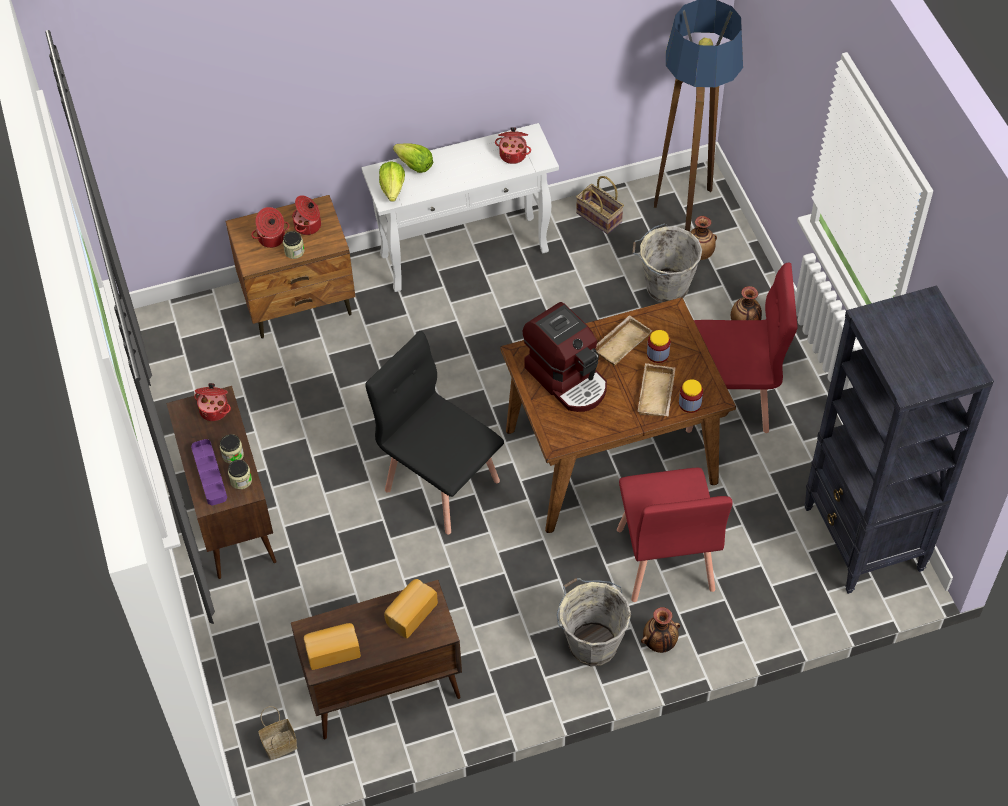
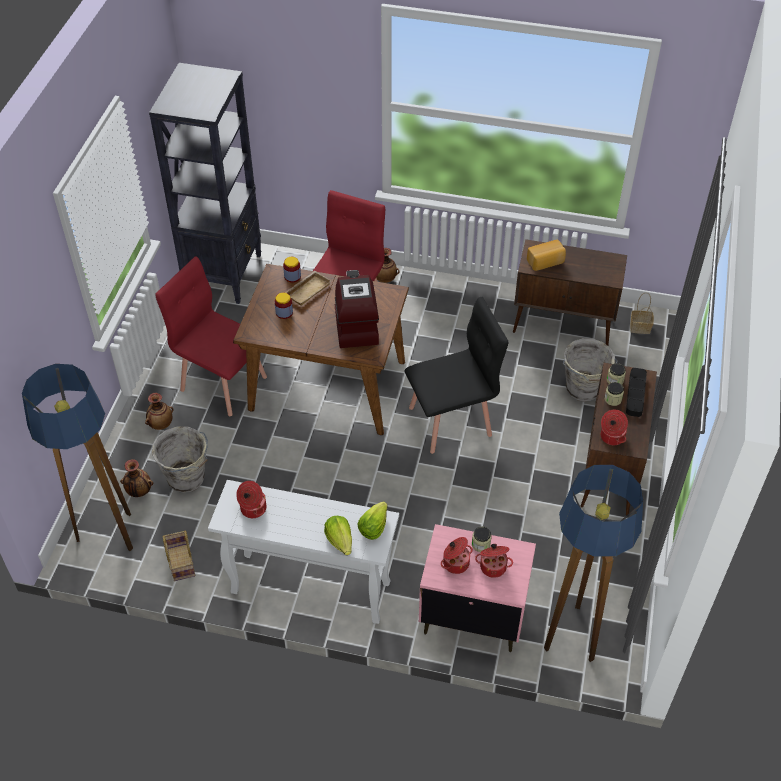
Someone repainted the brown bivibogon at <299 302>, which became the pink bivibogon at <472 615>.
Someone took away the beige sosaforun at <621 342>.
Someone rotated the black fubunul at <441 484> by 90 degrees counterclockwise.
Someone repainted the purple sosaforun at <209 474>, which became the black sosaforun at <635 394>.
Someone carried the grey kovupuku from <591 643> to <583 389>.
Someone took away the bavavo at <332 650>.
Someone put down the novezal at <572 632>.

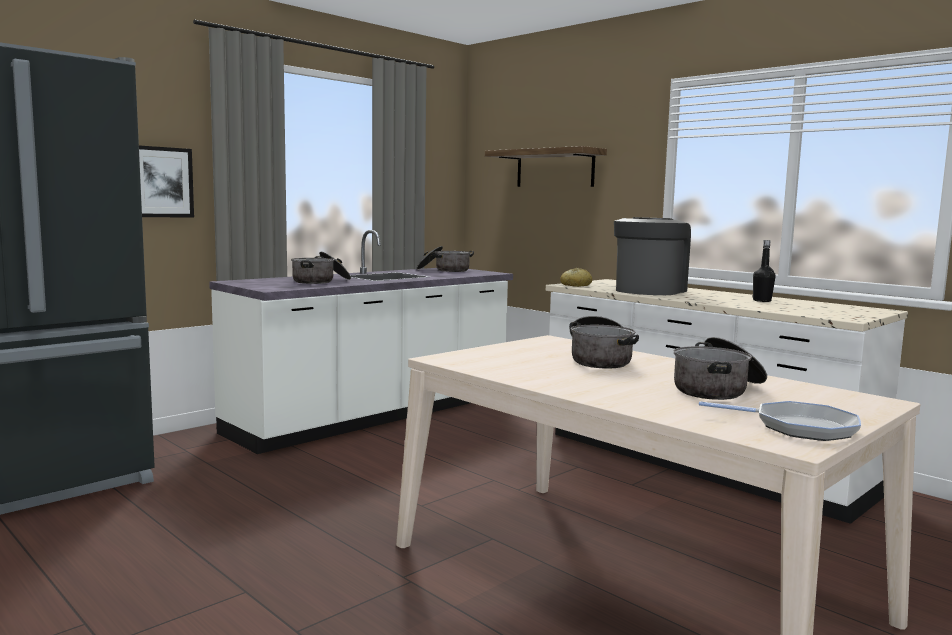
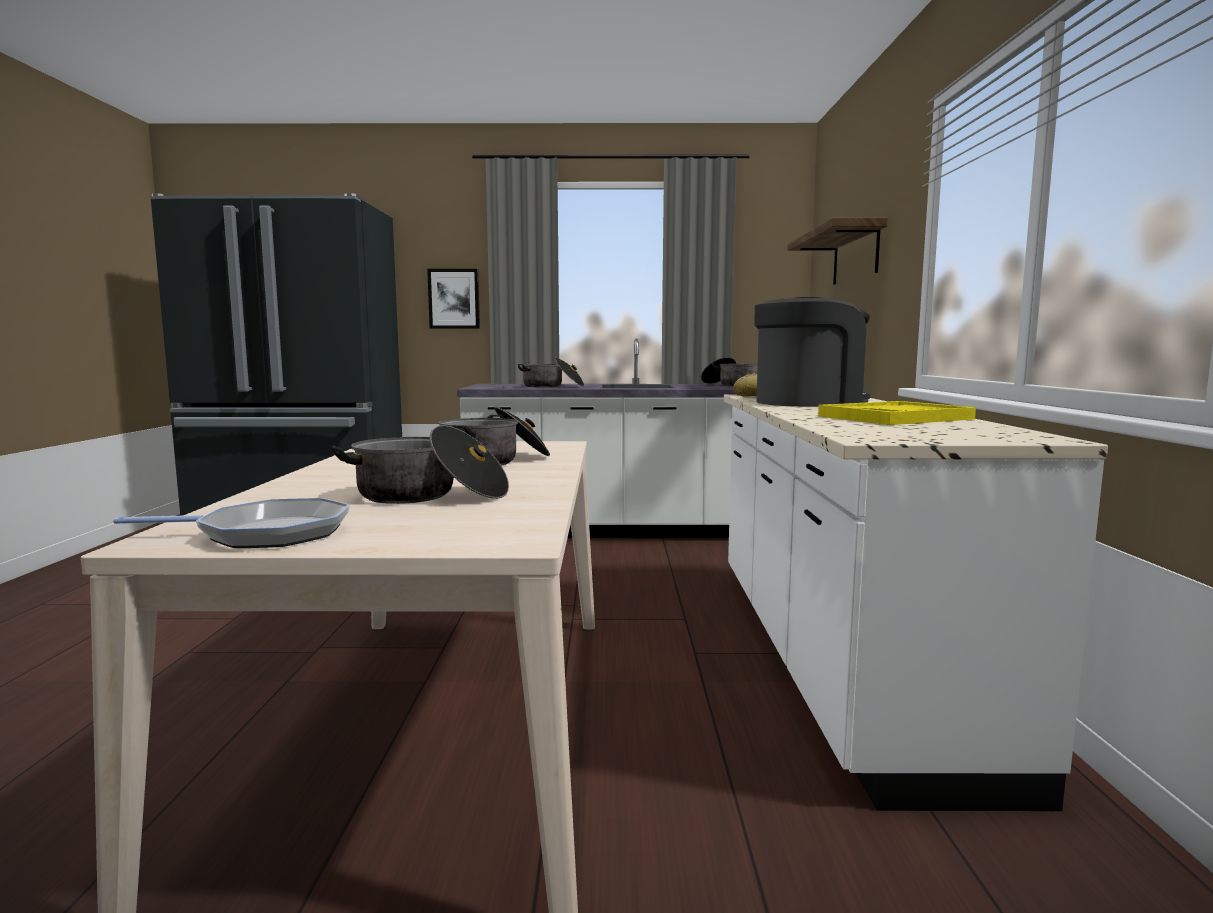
Someone swapped the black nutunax at <762 301> for the yellow sosaforun at <894 417>.
Someone rotated the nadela at <799 427> by 75 degrees counterclockwise.

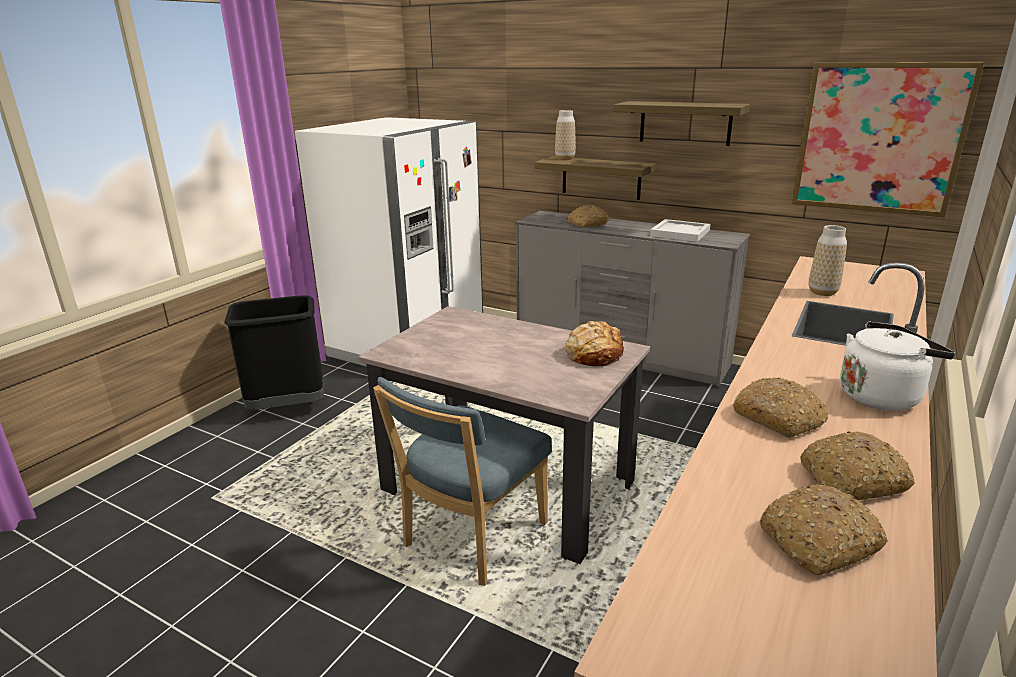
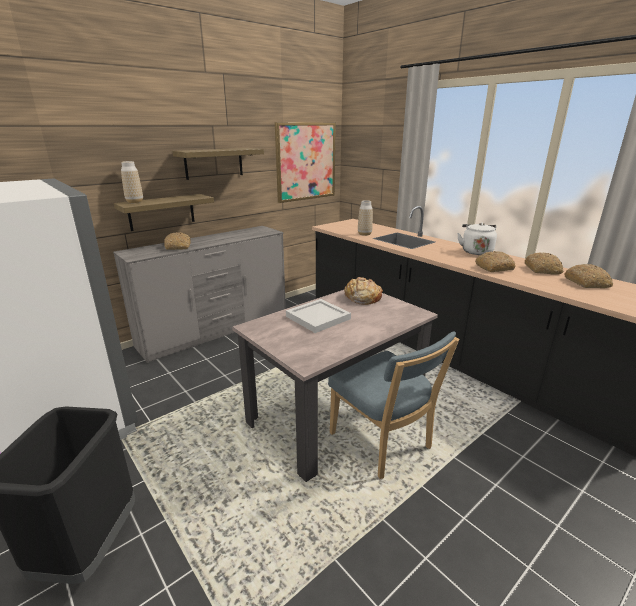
Someone carried the white sosaforun from <679 233> to <317 317>.

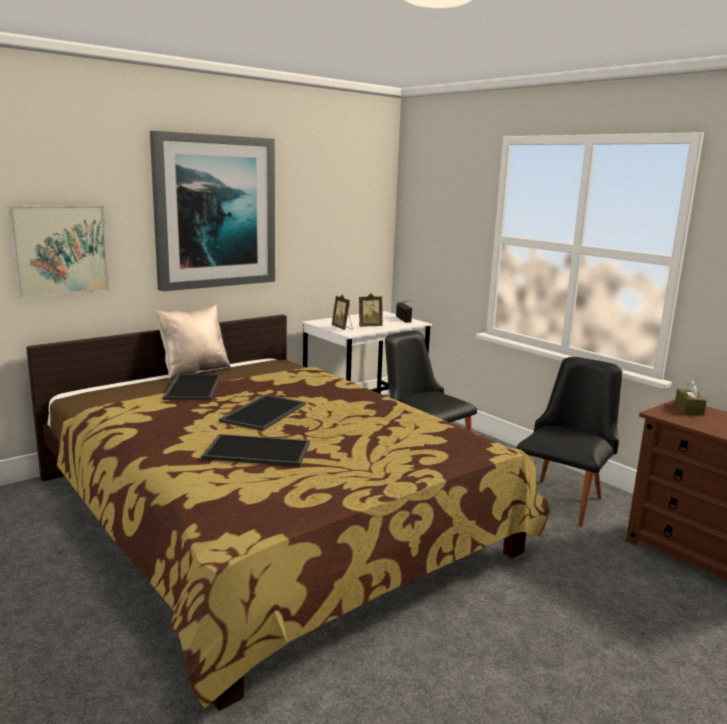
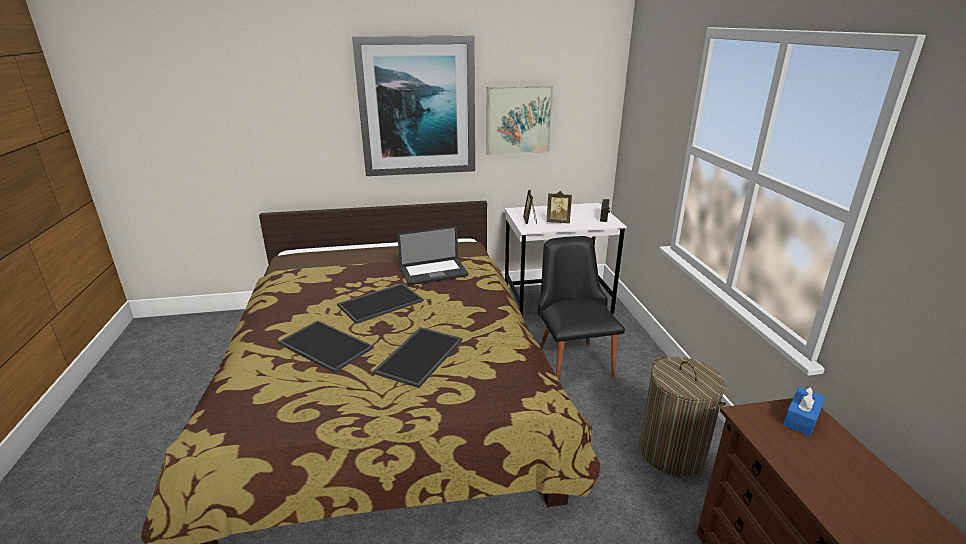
Someone carried the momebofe from <60 250> to <518 120>.
Someone took away the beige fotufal at <194 371>.
Someone swapped the black fubunul at <563 498> for the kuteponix at <672 452>.
Someone carried the sosaforun from <192 387> to <419 355>.
Someone repainted the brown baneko at <688 408>, which became the blue baneko at <801 418>.
Someone put down the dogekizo at <434 273>.

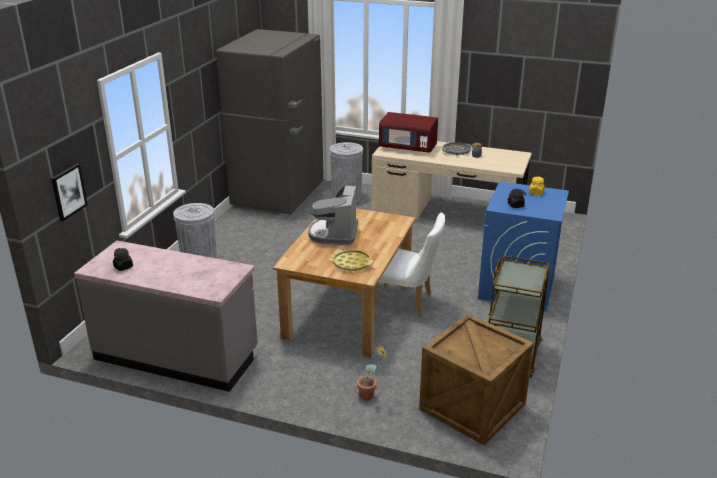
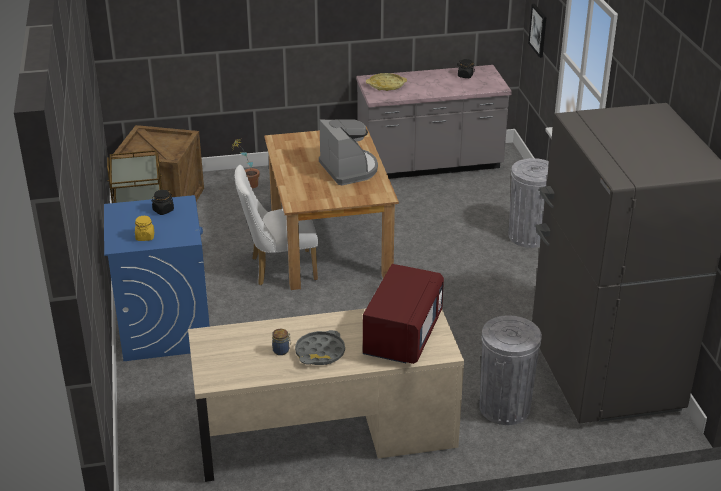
Someone rotated the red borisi at <408 147> by 120 degrees clockwise.
Someone carried the yellow sosaforun from <351 263> to <386 85>.

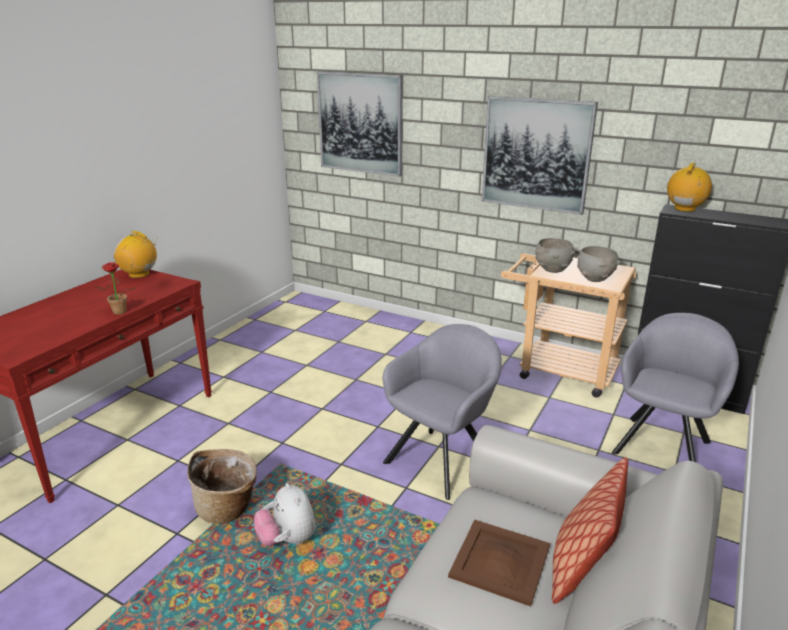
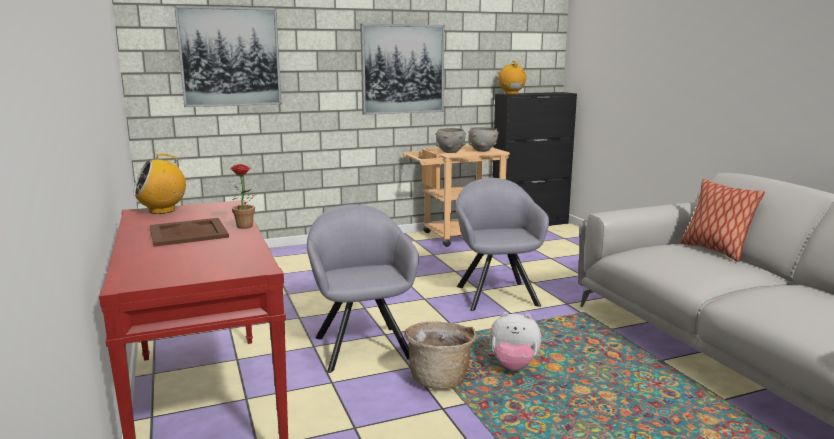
Someone carried the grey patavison from <663 444> to <362 345>.
Someone carried the brown sosaforun from <500 562> to <189 232>.

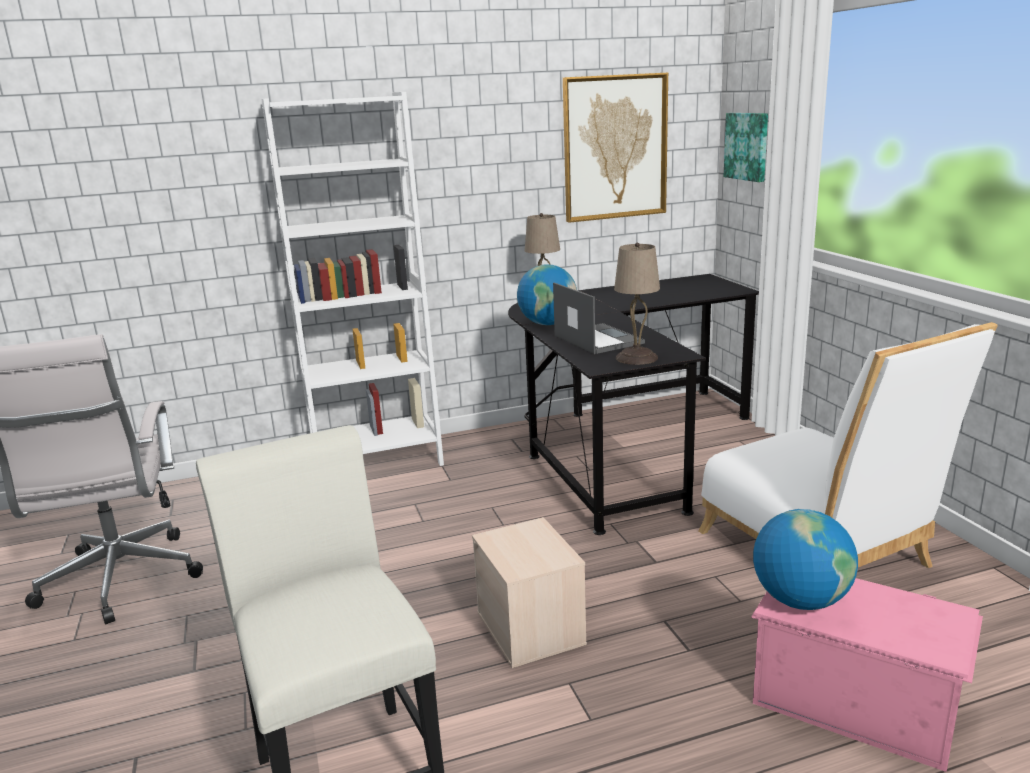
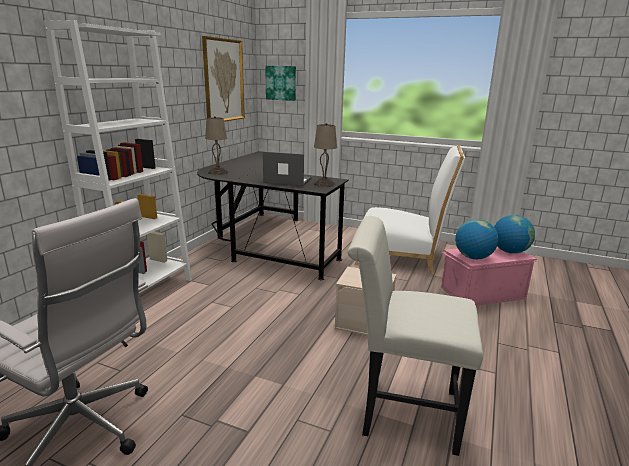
Someone carried the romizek from <548 324> to <509 252>.

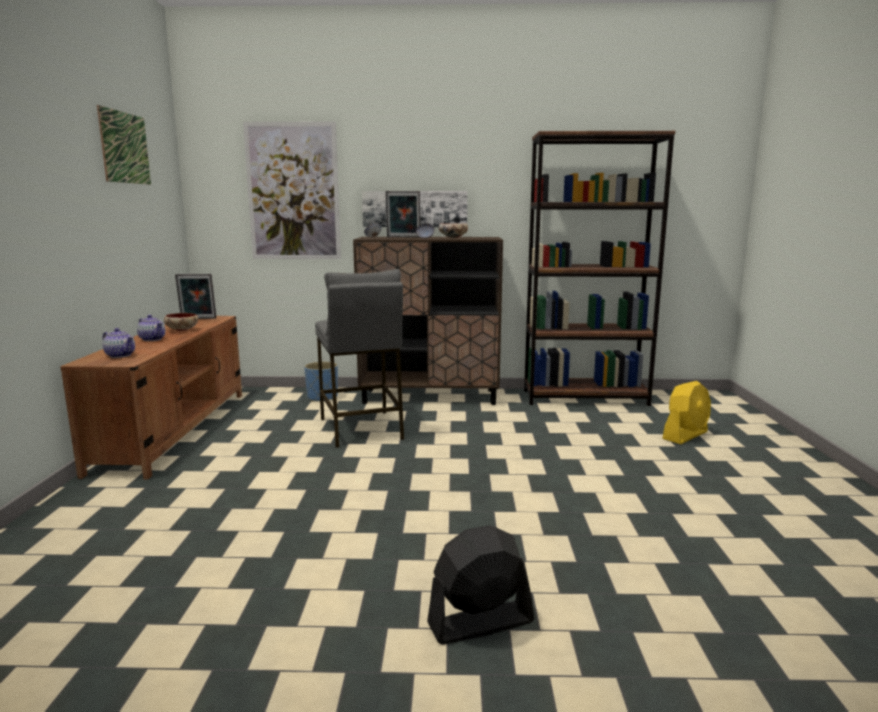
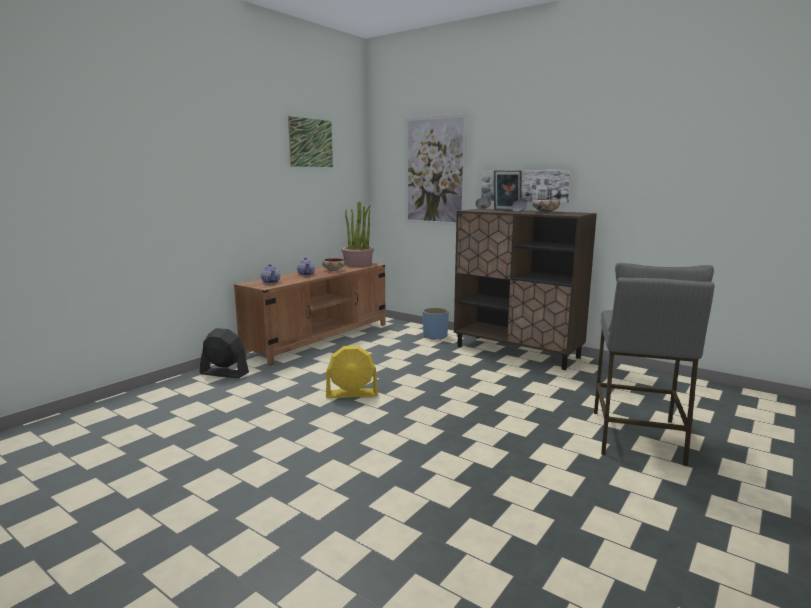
Someone took away the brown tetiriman at <585 398>.
Someone carried the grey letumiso from <361 429> to <636 436>.
Someone swapped the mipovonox at <198 319> for the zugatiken at <358 264>.
Someone carried the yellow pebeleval from <685 435> to <352 394>.
Someone carried the black pebeleval from <480 622> to <224 373>.

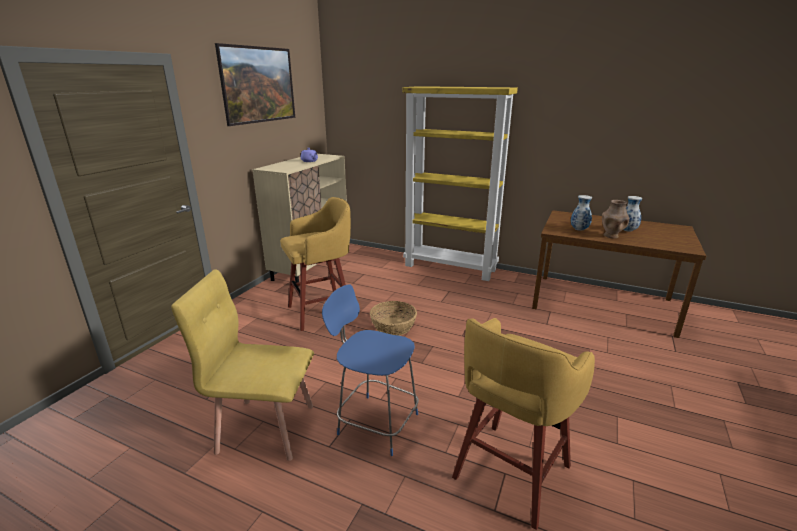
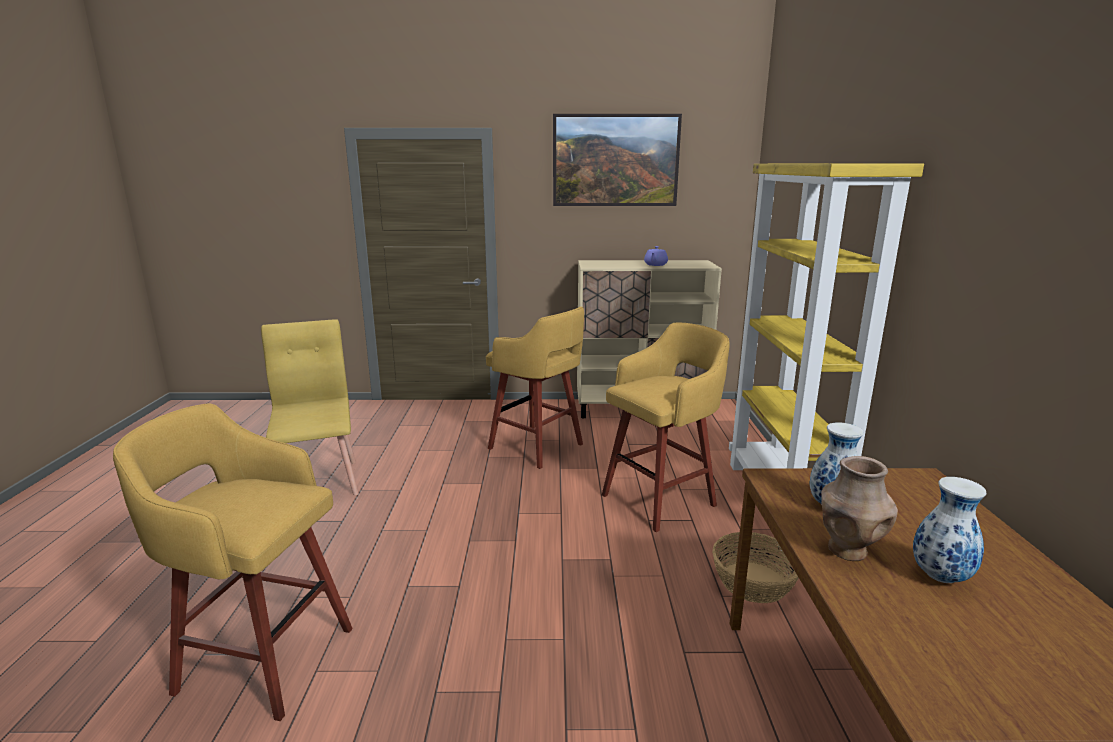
Someone took away the blue fubunul at <375 423>.
Someone carried the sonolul from <393 326> to <754 582>.
Someone put down the yellow letumiso at <661 499>.

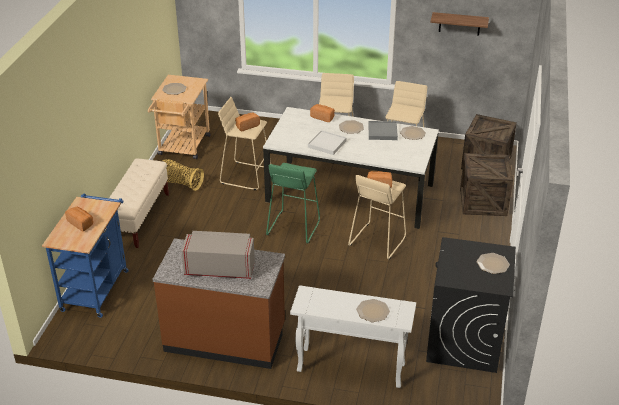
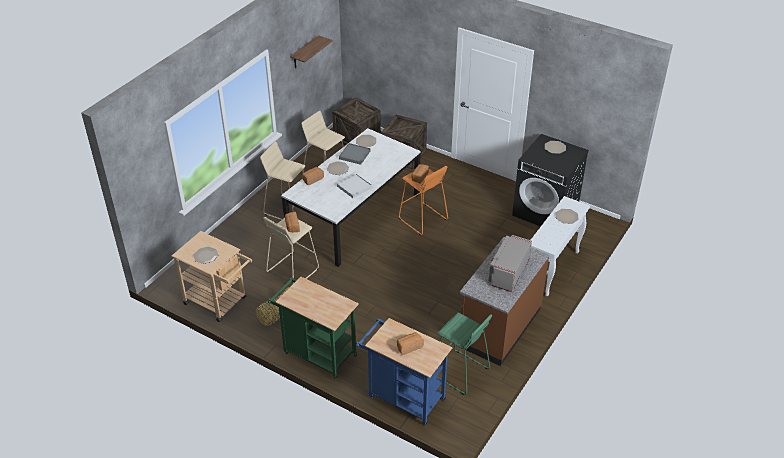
Someone swapped the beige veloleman at <138 218> for the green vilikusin at <316 353>.
Someone carried the green letumiso from <293 227> to <460 372>.
Someone repainted the beige letumiso at <377 241>, which became the orange letumiso at <423 219>.

